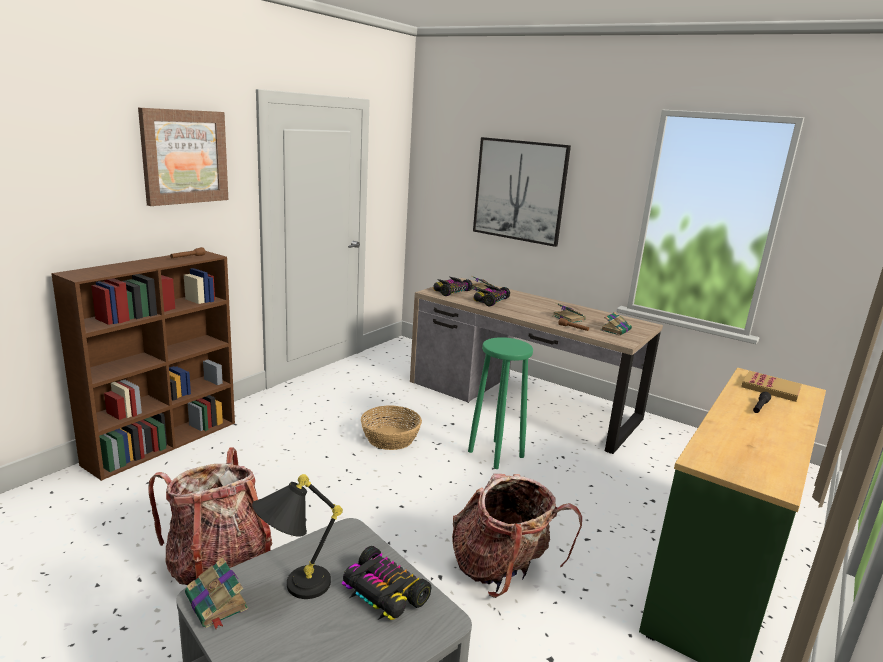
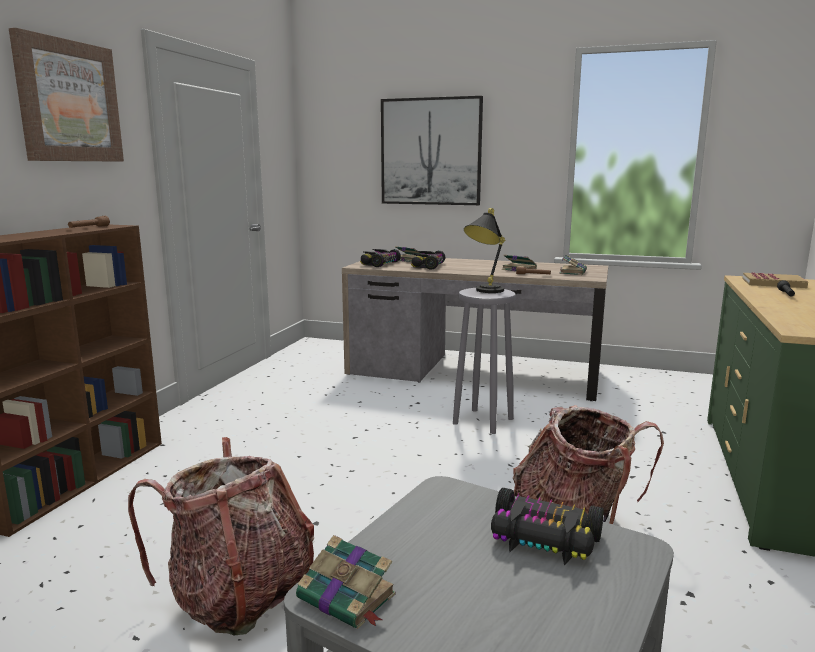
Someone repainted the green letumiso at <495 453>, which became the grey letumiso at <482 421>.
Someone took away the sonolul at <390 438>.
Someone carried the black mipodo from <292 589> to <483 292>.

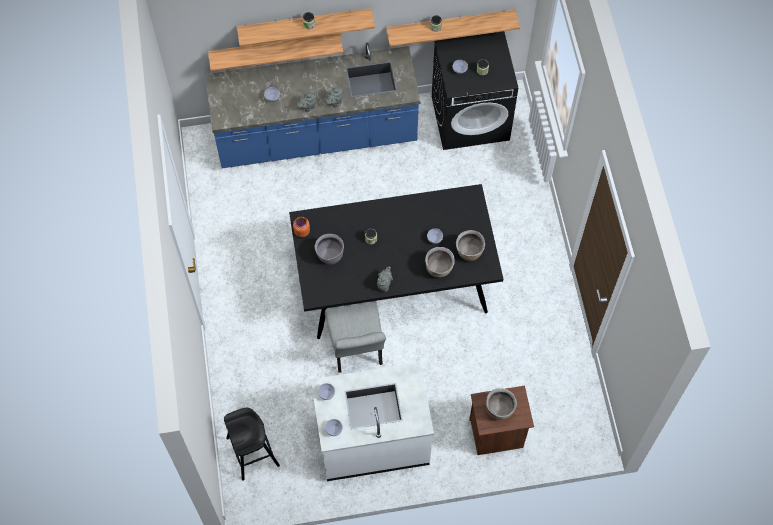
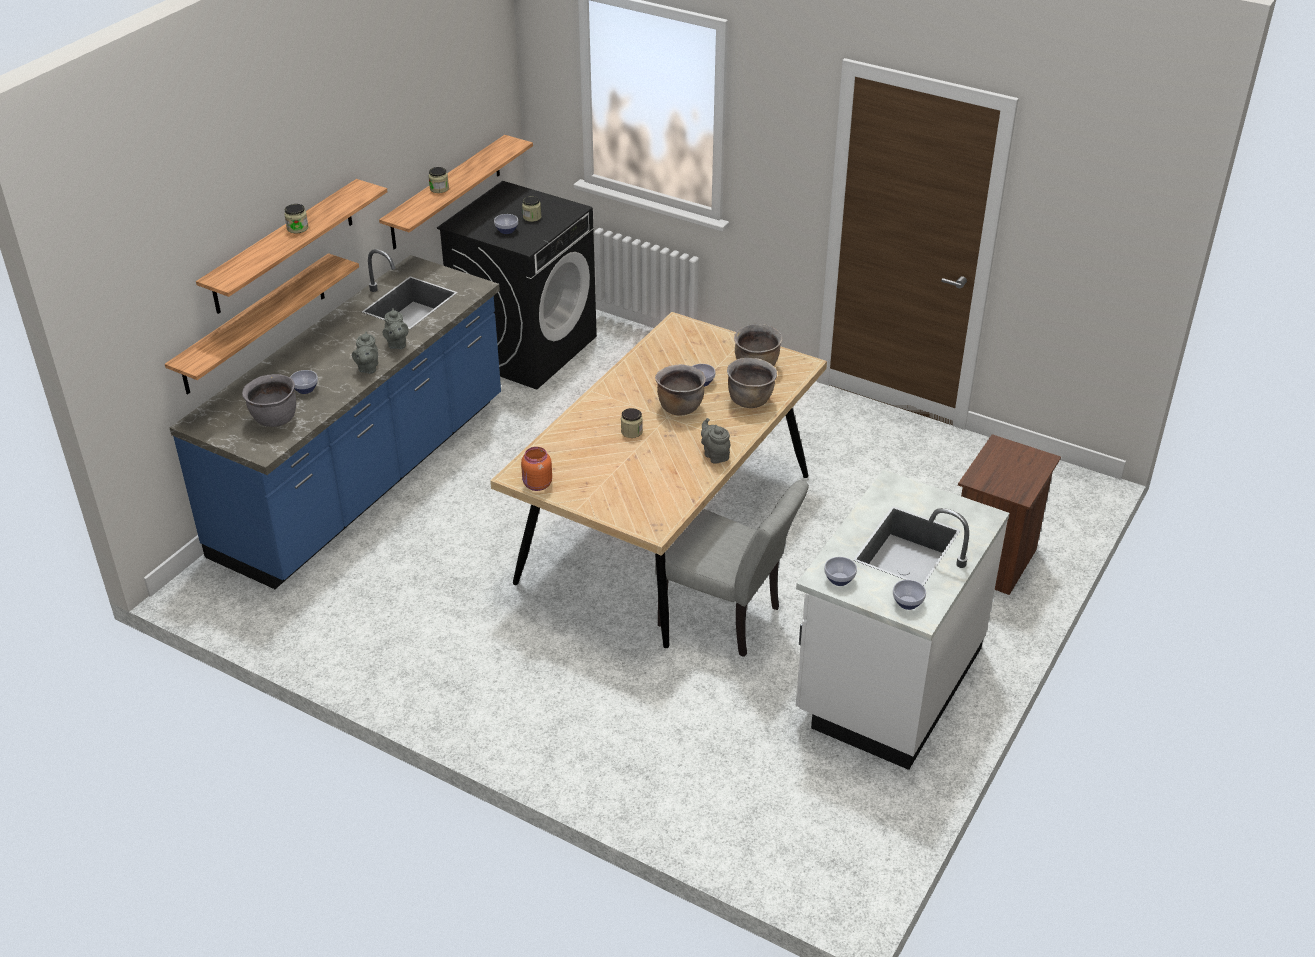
Someone repainted the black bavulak at <393 281>, which became the beige bavulak at <666 528>.
Someone carried the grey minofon from <330 256> to <274 419>.
Someone carried the brown minofon from <499 409> to <680 407>.
Someone took away the black letumiso at <252 451>.

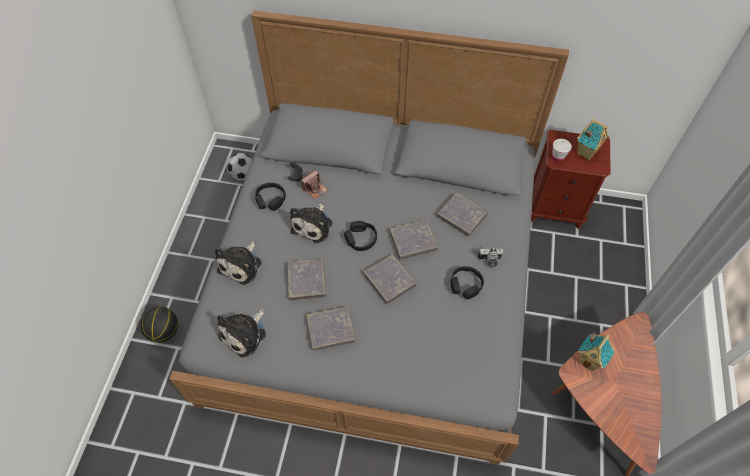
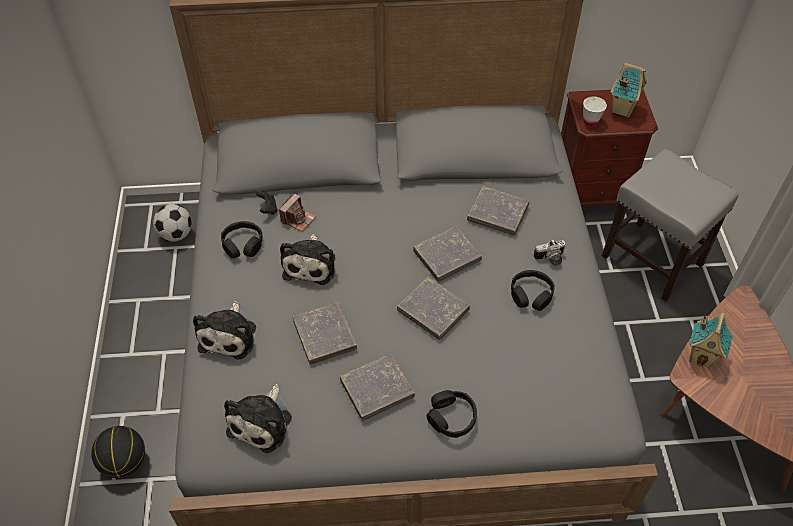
Someone carried the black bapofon from <361 239> to <451 417>.
Someone put down the grey letumiso at <651 260>.

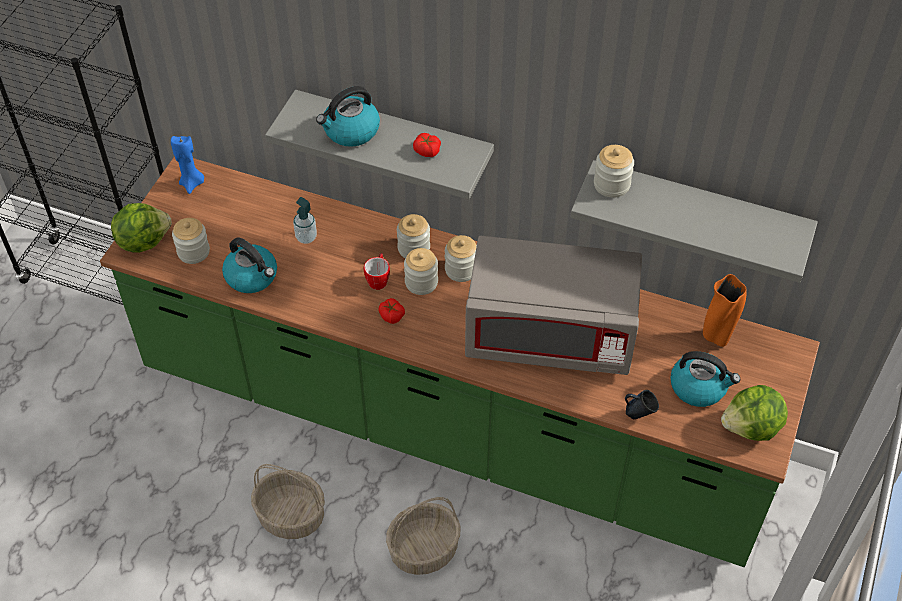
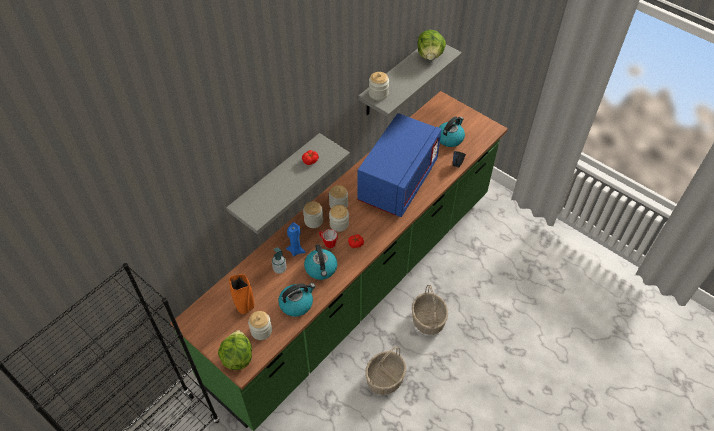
Someone carried the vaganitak from <350 131> to <321 269>.
Someone carried the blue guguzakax from <192 183> to <296 250>.
Someone repainted the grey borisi at <550 336>, which became the blue borisi at <398 182>.
Someone carried the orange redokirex from <716 337> to <245 307>.
Someone carried the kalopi from <751 428> to <430 55>.

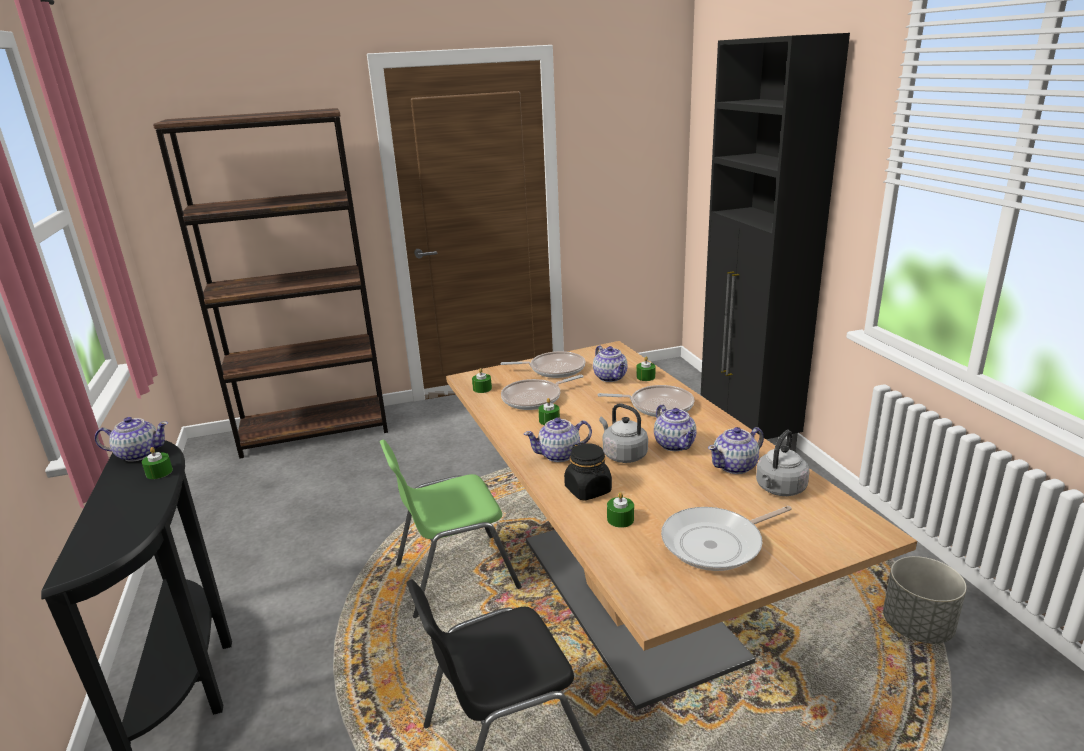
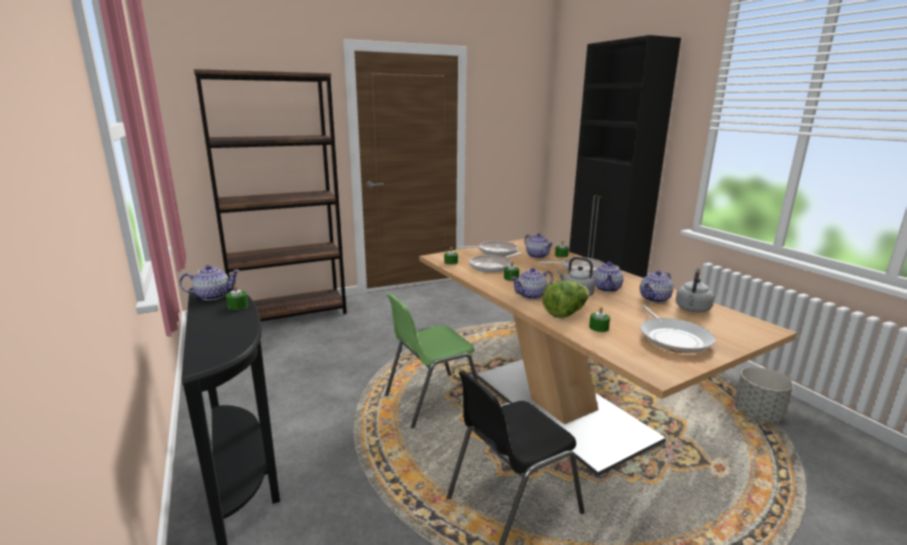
Someone rotated the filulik at <675 445> by 45 degrees clockwise.
Someone swapped the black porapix at <588 490> for the kalopi at <565 313>.
Someone rotated the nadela at <716 544> by 60 degrees counterclockwise.

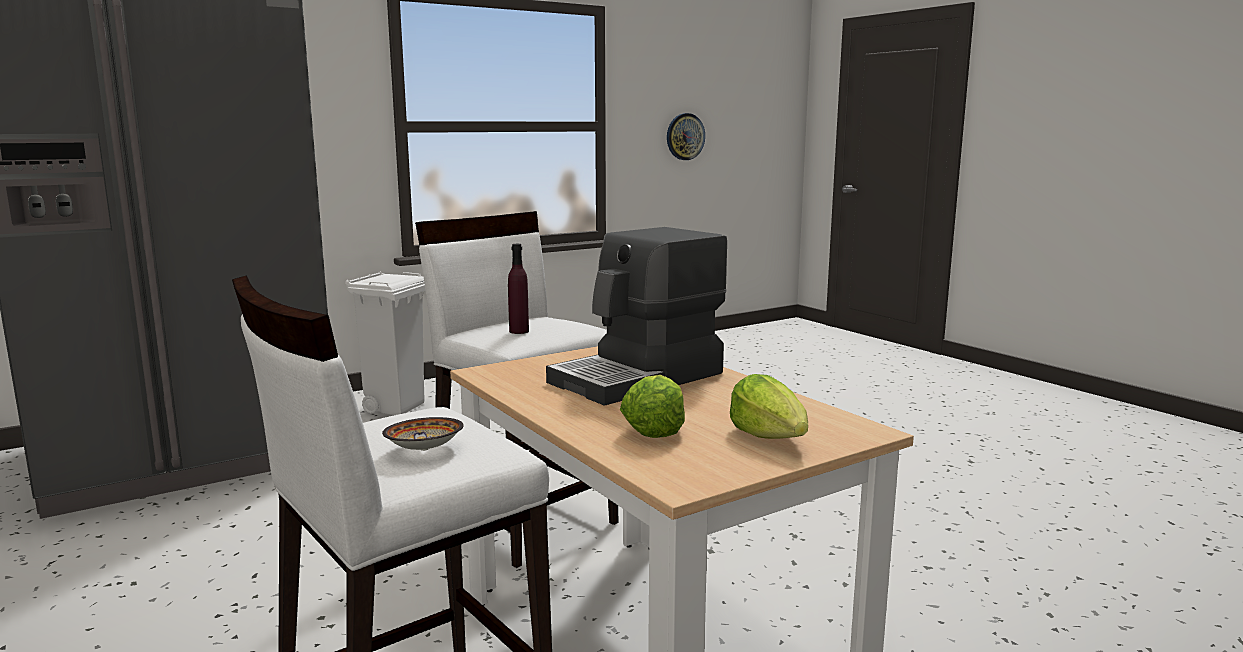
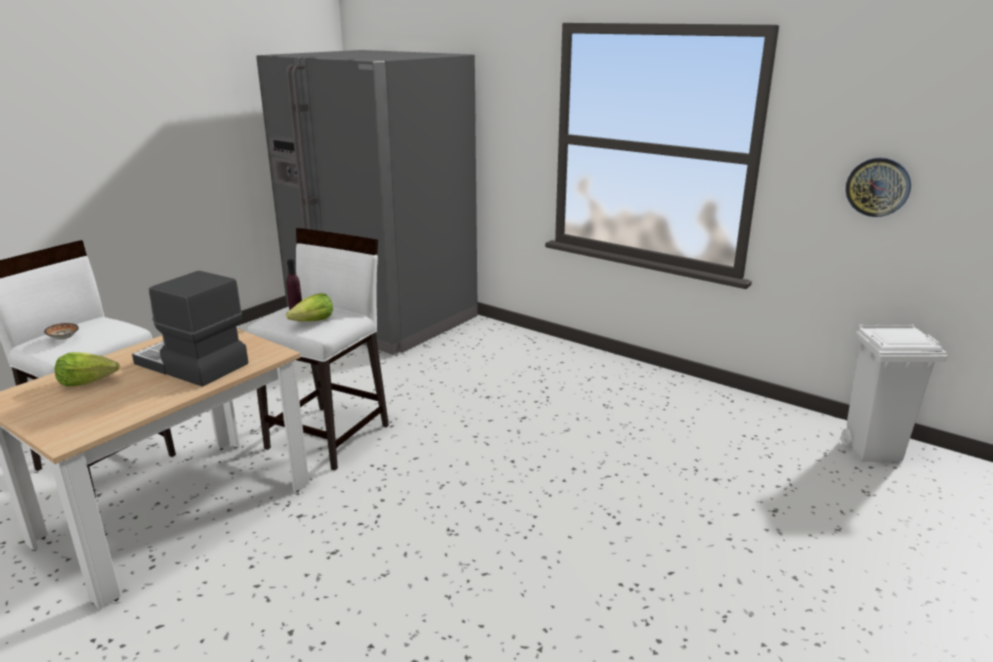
Someone carried the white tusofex from <396 407> to <873 451>.
Someone carried the kalopi from <770 437> to <313 322>.

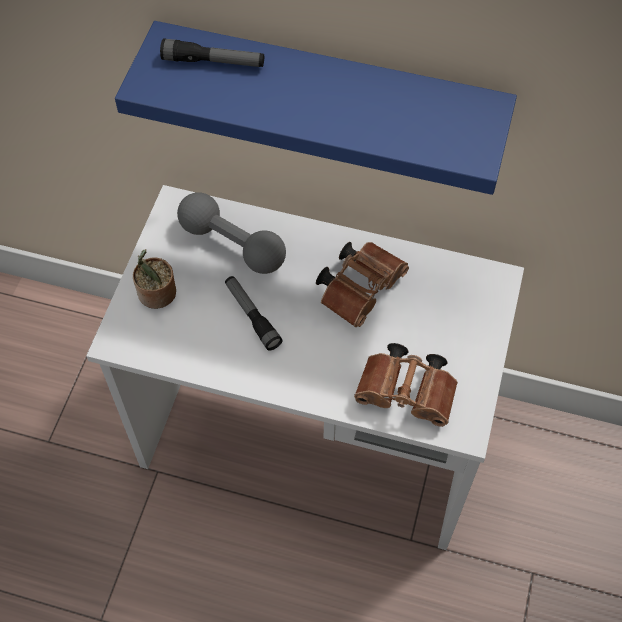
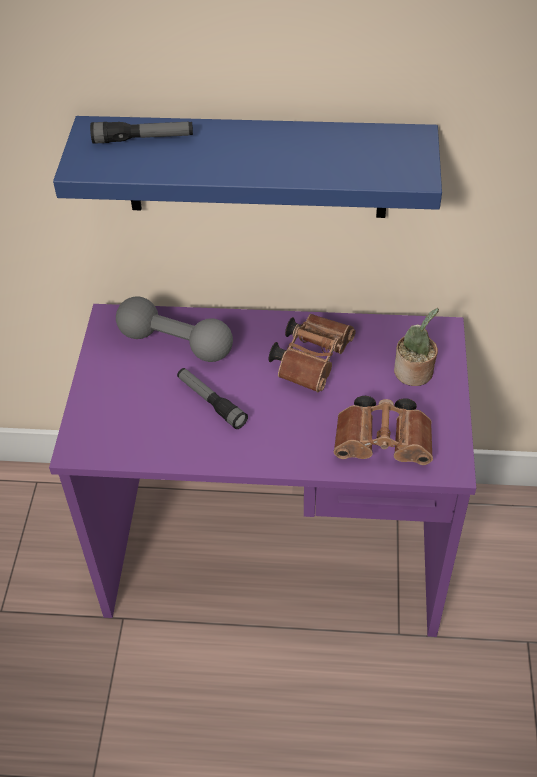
Someone repainted the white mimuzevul at <311 437>, which became the purple mimuzevul at <274 555>.
Someone carried the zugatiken from <157 295> to <414 373>.

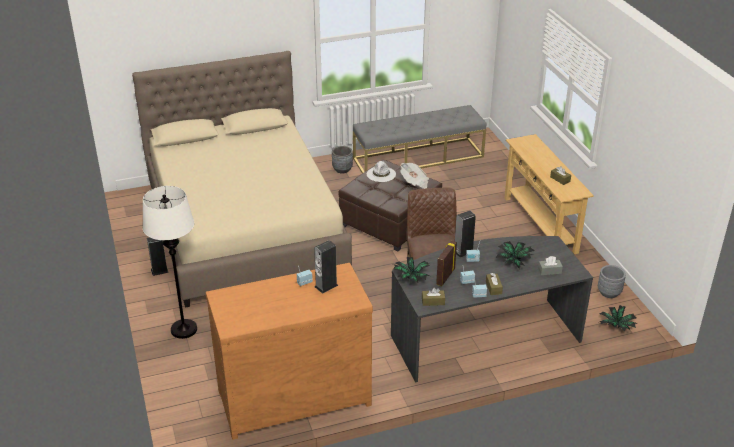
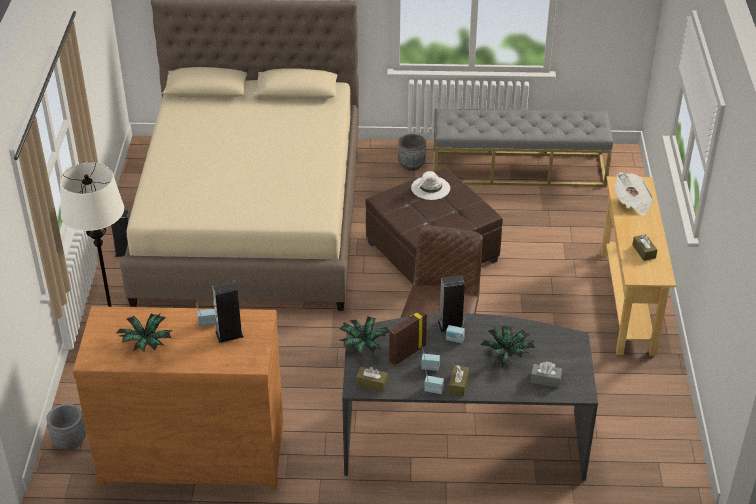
Someone carried the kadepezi from <414 182> to <632 202>.
Someone carried the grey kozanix from <609 293> to <69 441>.
Someone carried the zugatiken from <616 326> to <146 343>.

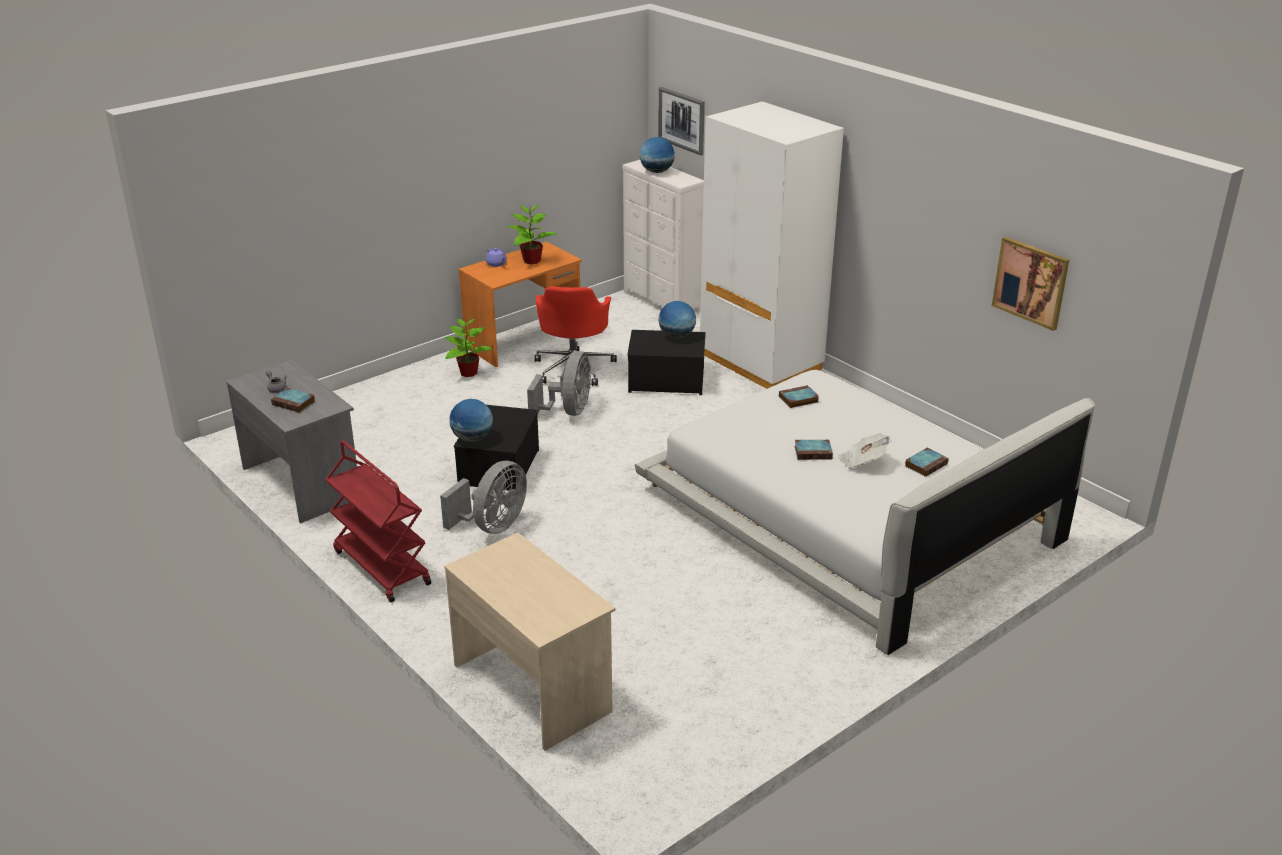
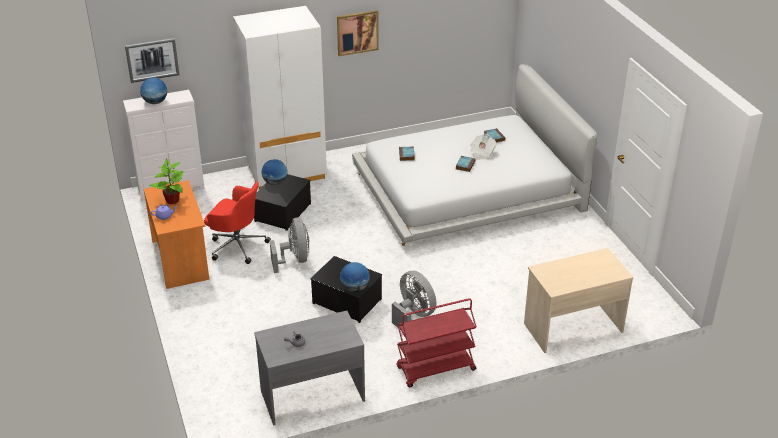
Someone carried the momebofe from <1030 282> to <357 32>.
Someone took away the zugatiken at <468 373>.
Someone rotated the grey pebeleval at <568 411> by 45 degrees clockwise.
Someone took away the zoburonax at <294 403>.

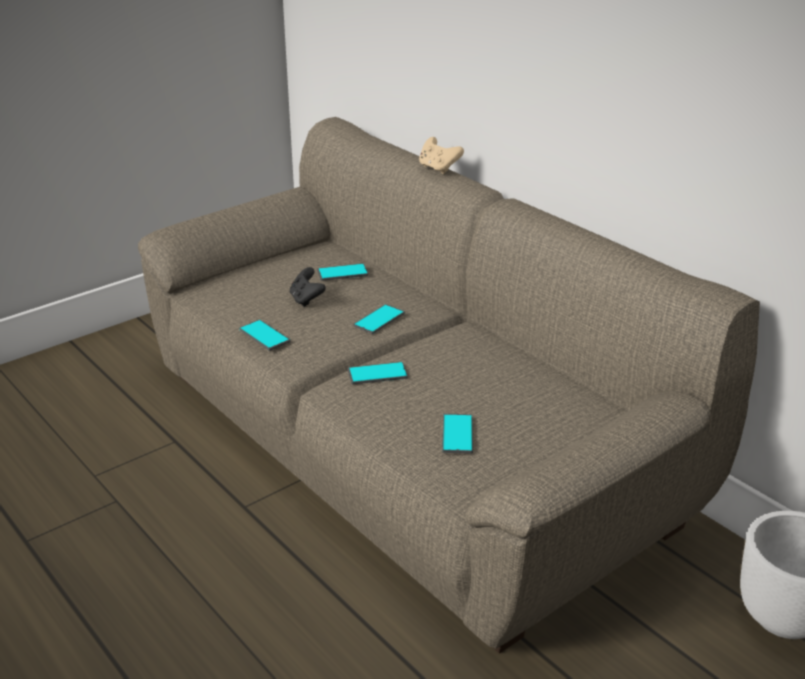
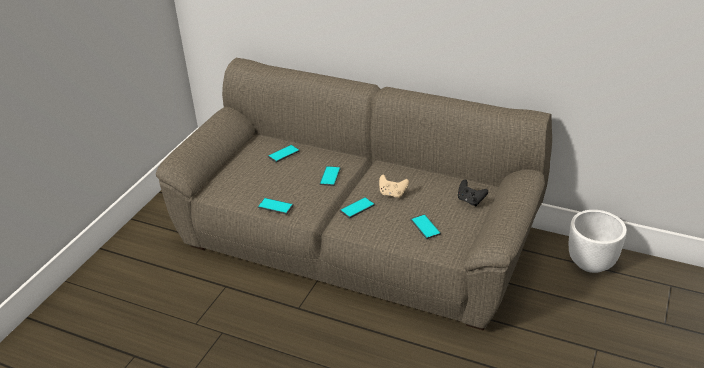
Someone carried the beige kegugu from <438 169> to <392 194>.
Someone carried the black kegugu from <306 300> to <470 201>.

